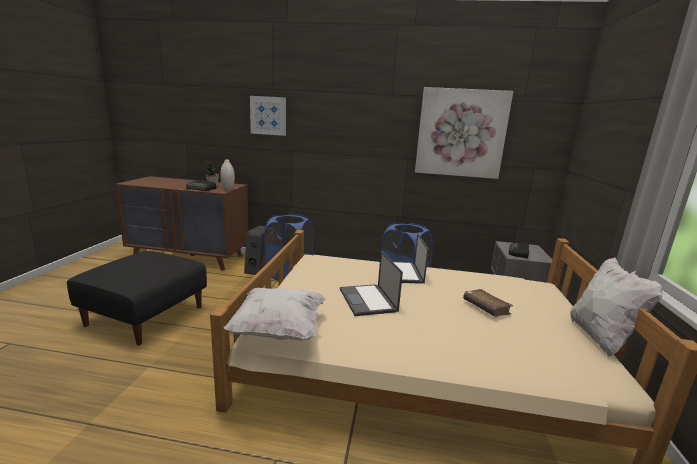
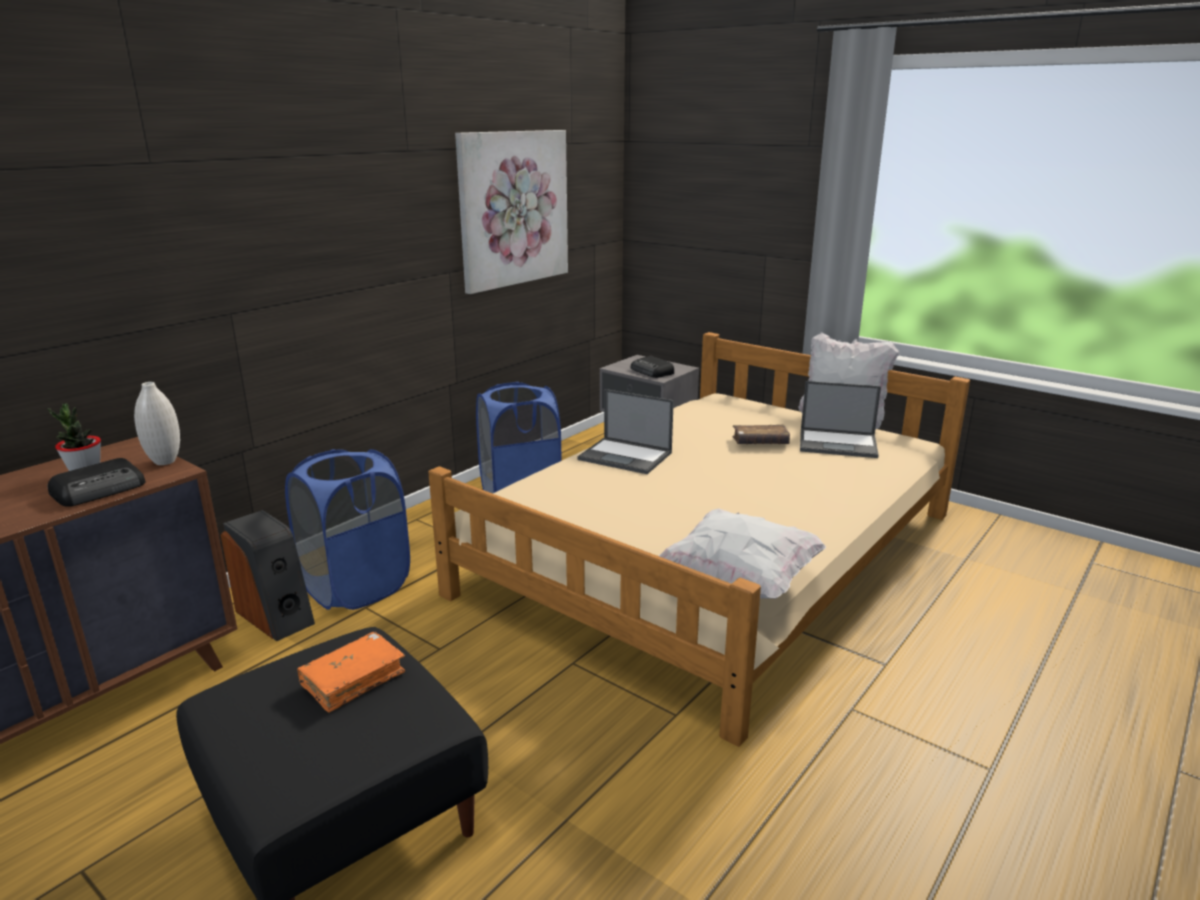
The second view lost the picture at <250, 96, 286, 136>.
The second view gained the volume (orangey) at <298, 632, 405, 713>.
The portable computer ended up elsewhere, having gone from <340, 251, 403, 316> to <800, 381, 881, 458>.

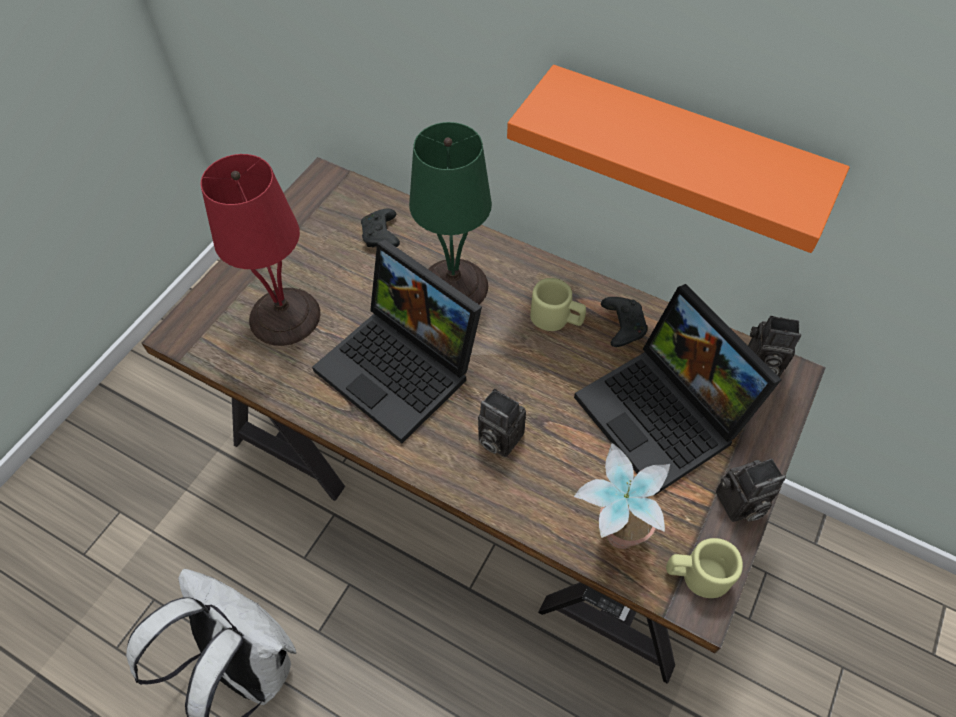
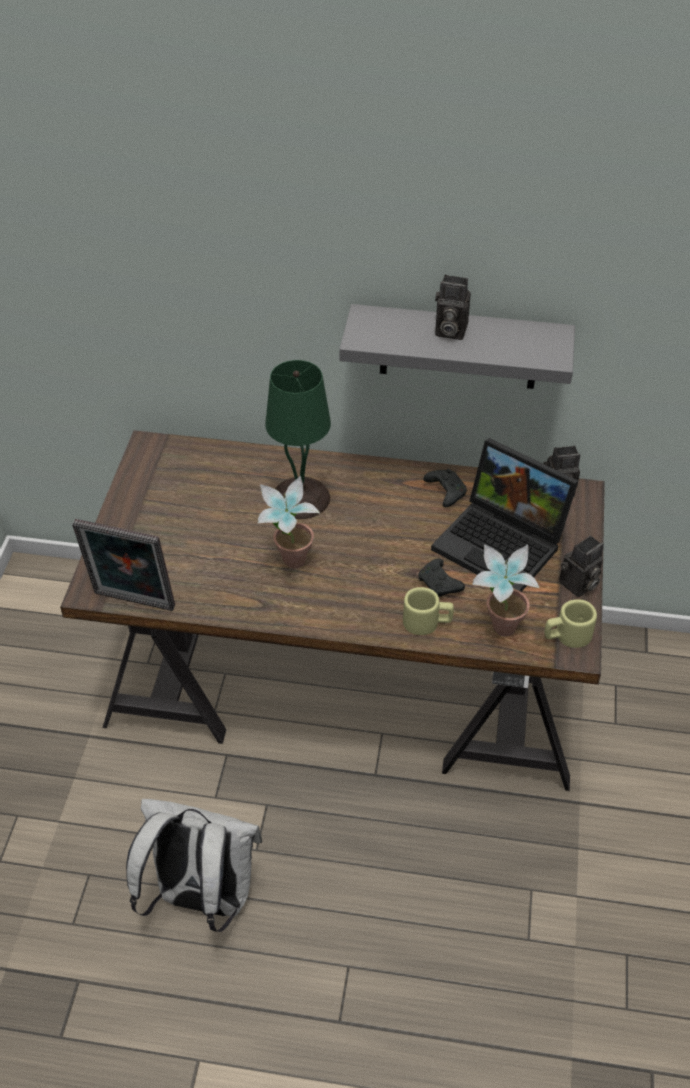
The second view lost the lamp for a table (red-coloured) at <201, 154, 320, 346>.
The second view gained the standing frame at <72, 519, 175, 611>.
The game controller (blackish) ended up elsewhere, having gone from <361, 209, 400, 247> to <418, 558, 465, 597>.
The photo camera ended up elsewhere, having gone from <478, 388, 526, 457> to <435, 275, 471, 340>.
The coffee mug (beige-coloured) ended up elsewhere, having gone from <530, 278, 586, 331> to <403, 587, 454, 635>.
Where the portable computer stood at <312, 239, 482, 443>, the plant in a pot came to stand at <258, 476, 320, 569>.
What was the shelf (orangey) at <507, 65, 850, 253> turned into the shelf (gray) at <339, 304, 575, 389>.

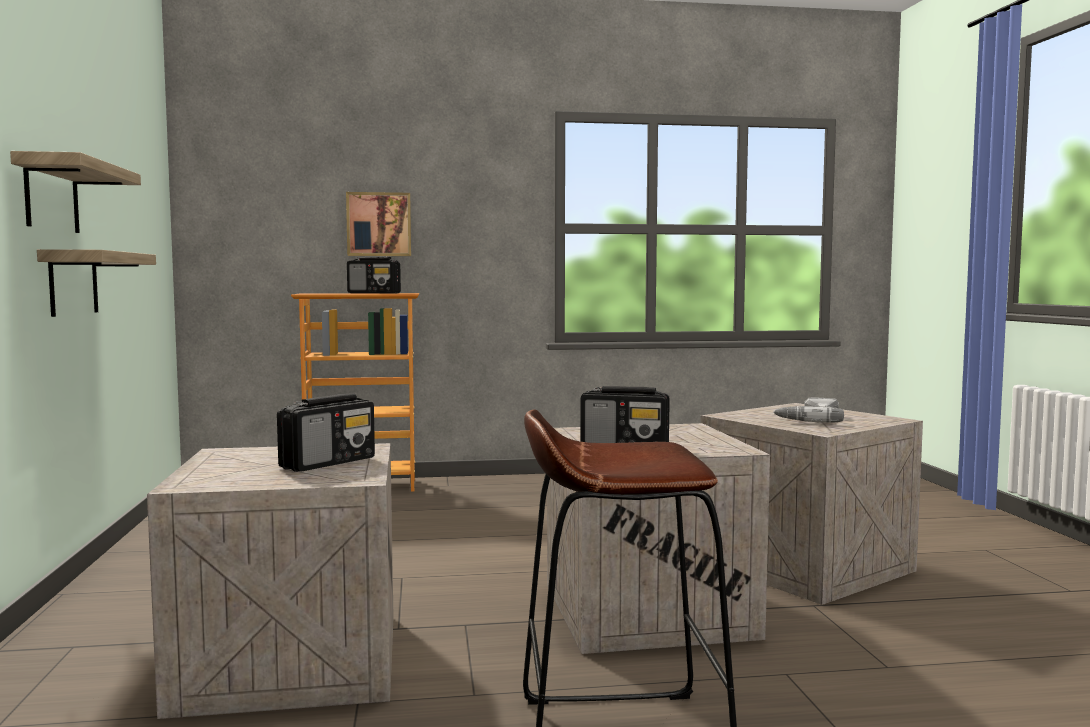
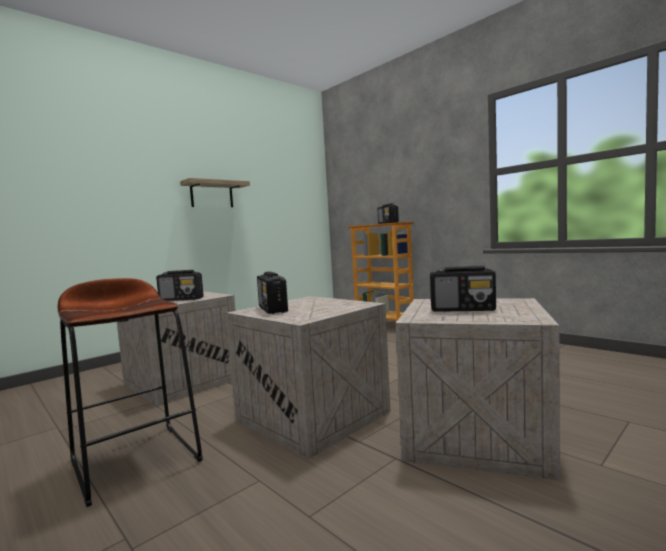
The second view lost the shelf at <37, 249, 156, 317>.
The second view lost the picture at <346, 192, 411, 256>.
Where the electric drill stood at <773, 397, 844, 423>, the radio came to stand at <430, 266, 496, 312>.

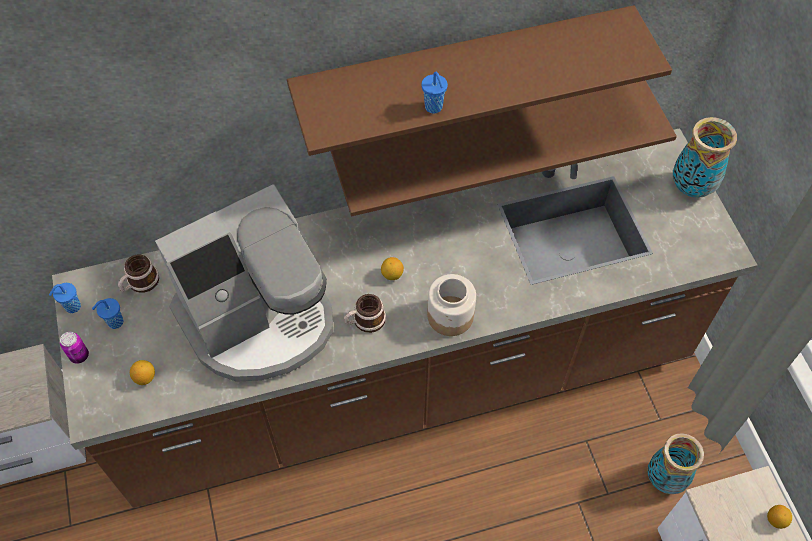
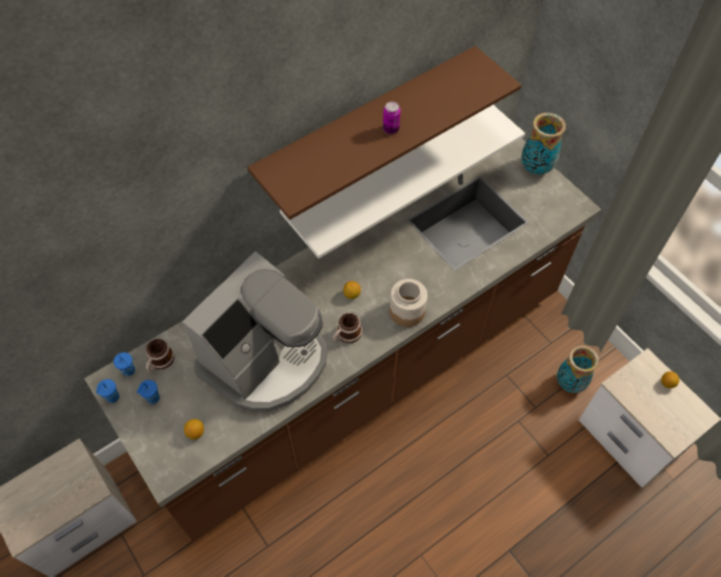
The can ended up elsewhere, having gone from <60, 332, 89, 364> to <383, 102, 401, 134>.
The drinking cup (blue) ended up elsewhere, having gone from <422, 72, 448, 113> to <113, 352, 135, 376>.
What was the shelf (brown) at <331, 80, 677, 216> turned into the shelf (white) at <280, 105, 525, 259>.

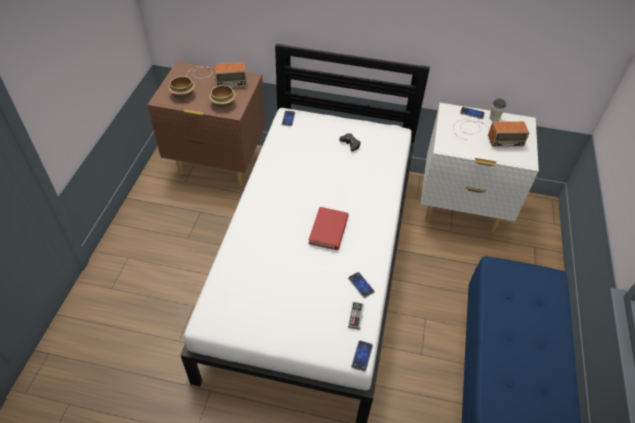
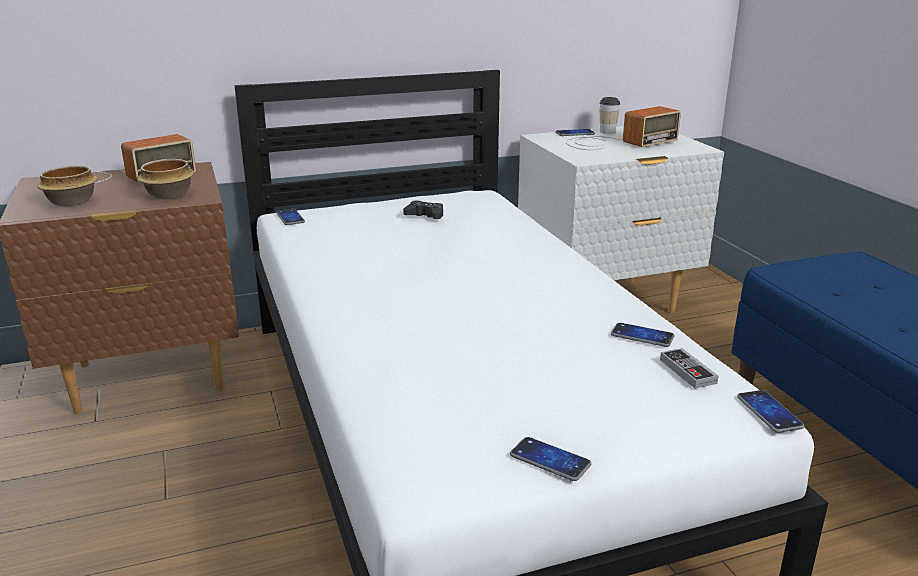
The second view lost the volume (red-coloured) at <308, 207, 349, 250>.
The second view gained the handset at <510, 437, 592, 481>.

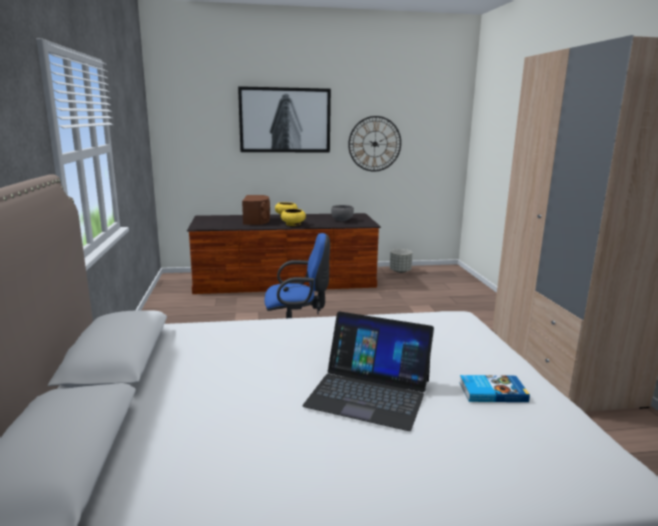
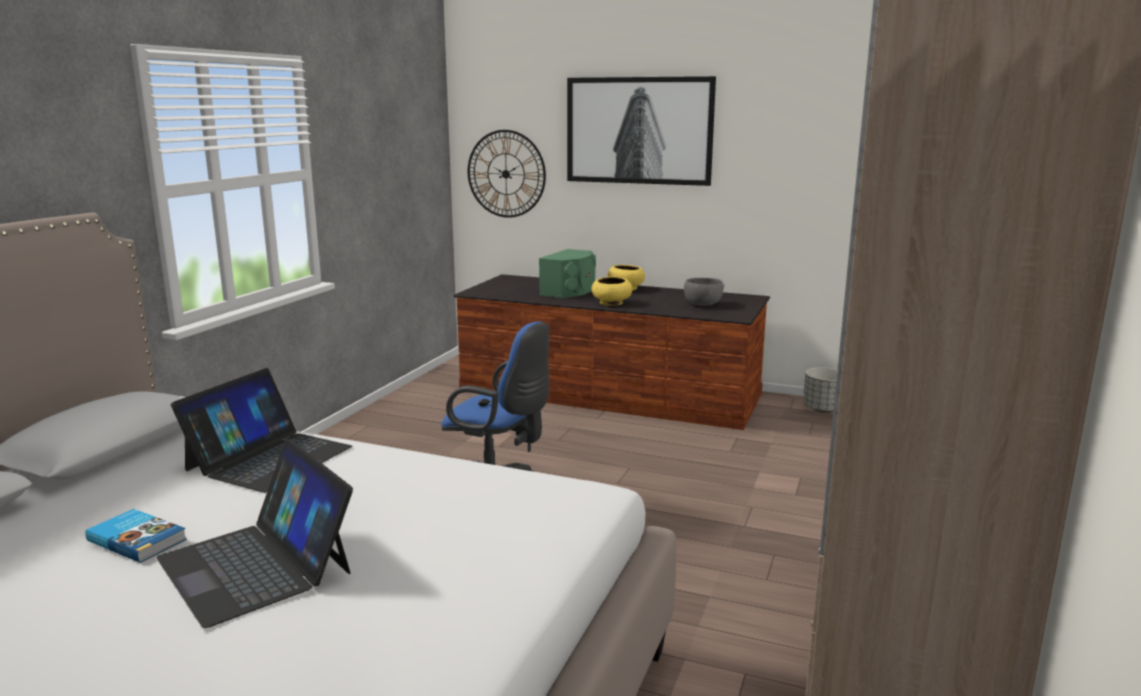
The second view gained the portable computer at <171, 368, 352, 493>.
The hanging clock ended up elsewhere, having gone from <348, 116, 401, 172> to <468, 130, 546, 218>.
The volume ended up elsewhere, having gone from <459, 375, 530, 402> to <85, 509, 187, 563>.
What was the audio speaker (brown) at <242, 195, 270, 225> turned into the audio speaker (greenish) at <539, 249, 596, 298>.

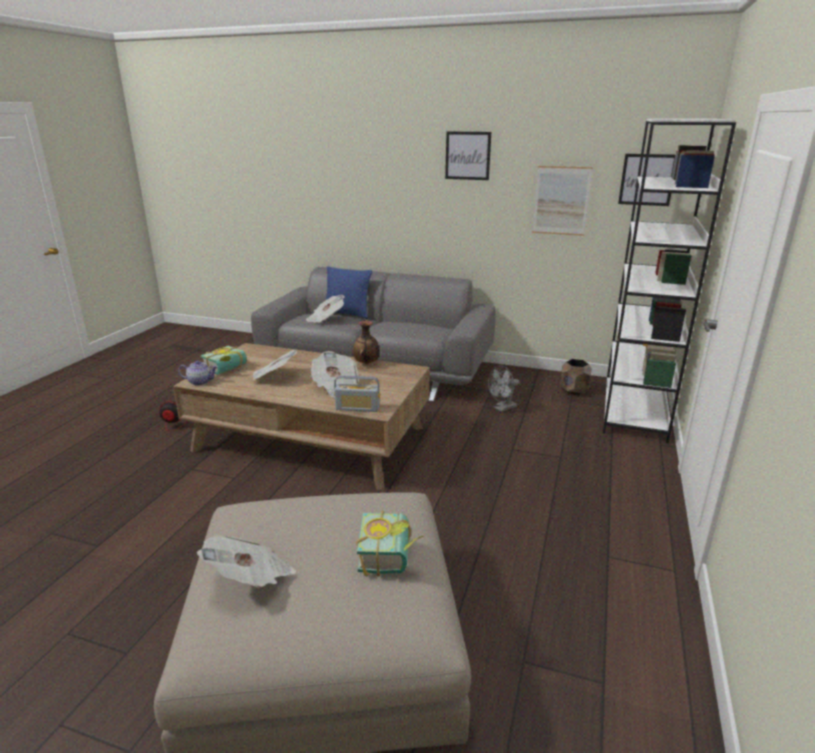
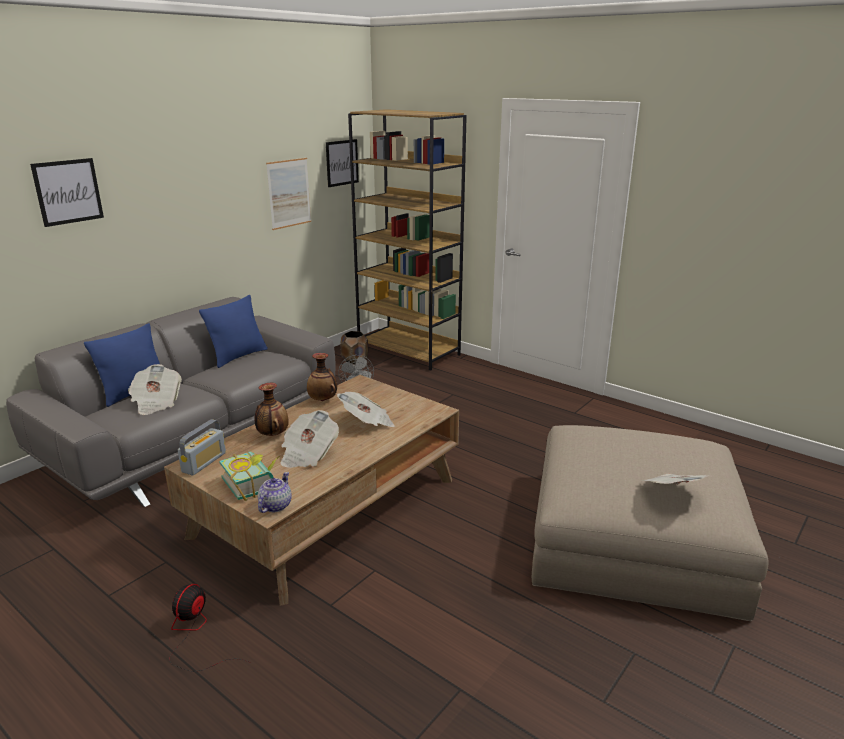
The second view lost the volume at <356, 511, 424, 577>.
The second view gained the pillow (blue) at <199, 295, 268, 368>.
The second view gained the decorative vase at <255, 383, 289, 436>.
The radio ended up elsewhere, having gone from <334, 375, 380, 412> to <178, 419, 226, 476>.
The picture ended up elsewhere, having gone from <445, 131, 491, 180> to <30, 158, 104, 227>.
What was the bookshelf (white) at <603, 119, 736, 443> turned into the bookshelf (brown) at <348, 109, 467, 371>.

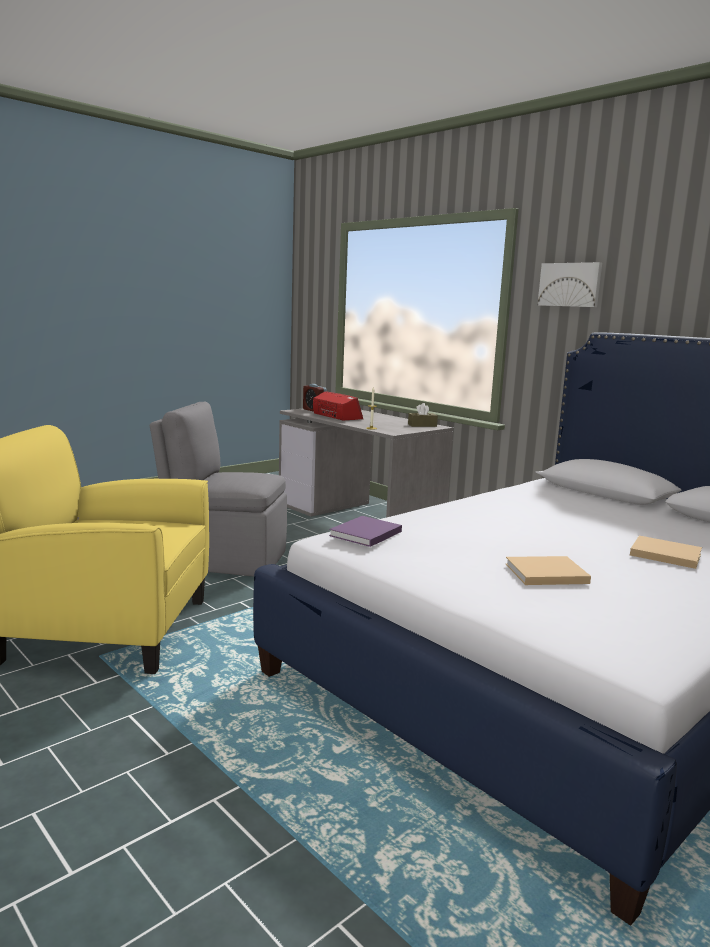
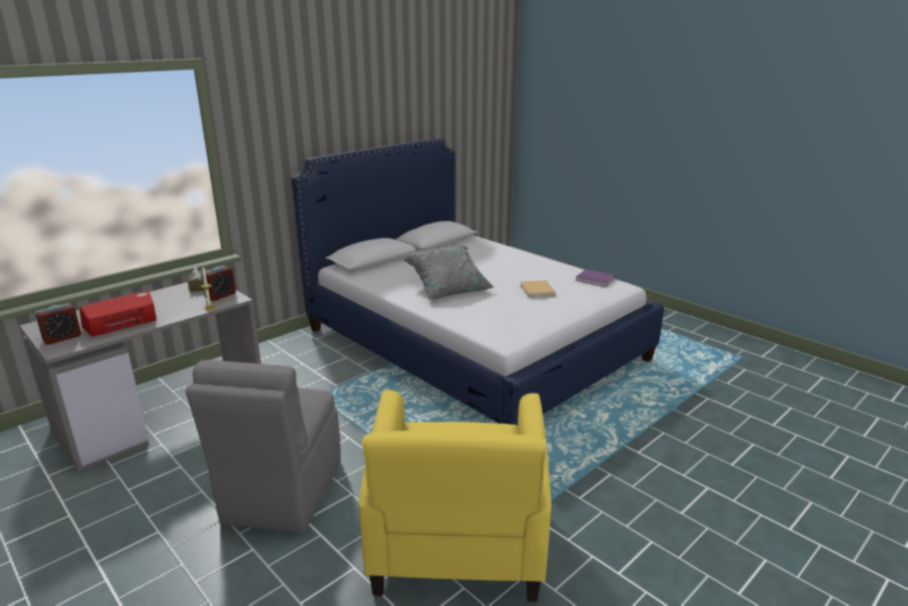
The second view lost the picture at <538, 262, 602, 307>.
The second view lost the volume (beige-coloured) at <630, 536, 702, 569>.
The second view gained the table clock at <201, 266, 236, 301>.
The second view gained the pillow (gray) at <404, 245, 494, 300>.
The volume (purplish) ended up elsewhere, having gone from <329, 516, 402, 547> to <576, 269, 616, 287>.

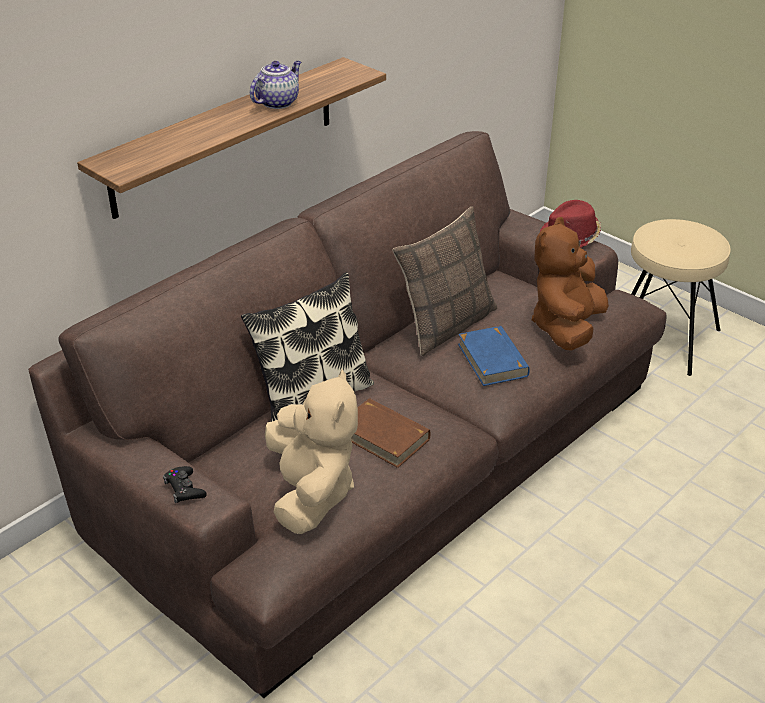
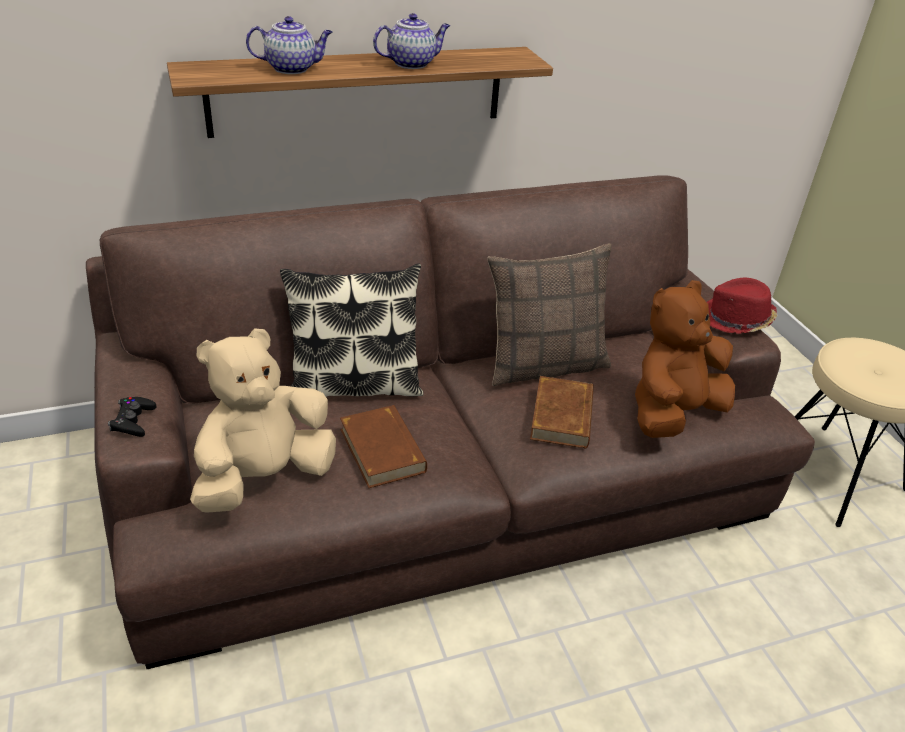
The second view gained the pot for tea at <246, 16, 333, 74>.
What was the volume (blue) at <458, 326, 530, 386> turned into the volume (brown) at <530, 376, 594, 449>.
The soft toy (beige-coloured) at <265, 369, 358, 534> ended up facing another way, 150 degrees counterclockwise from before.

